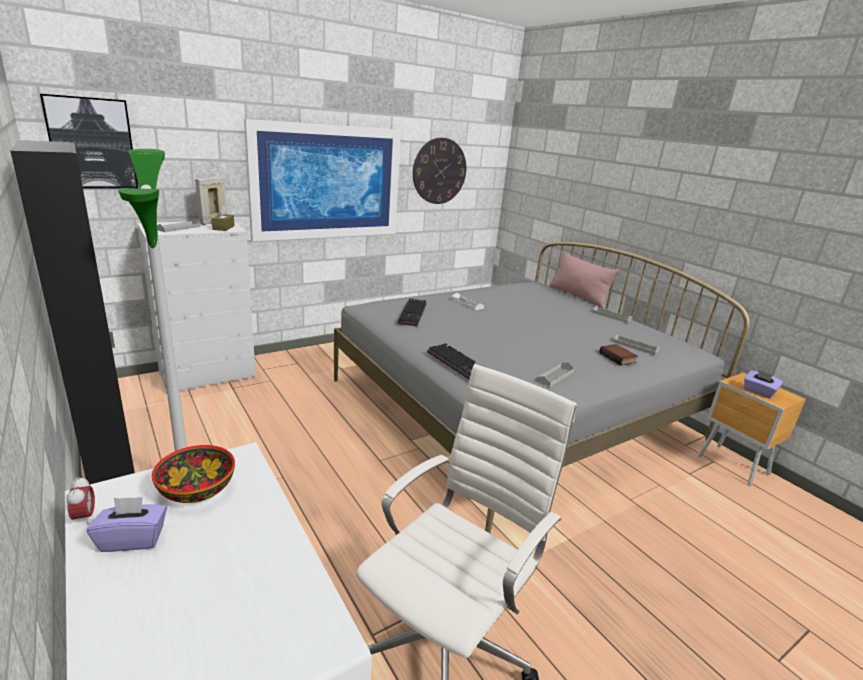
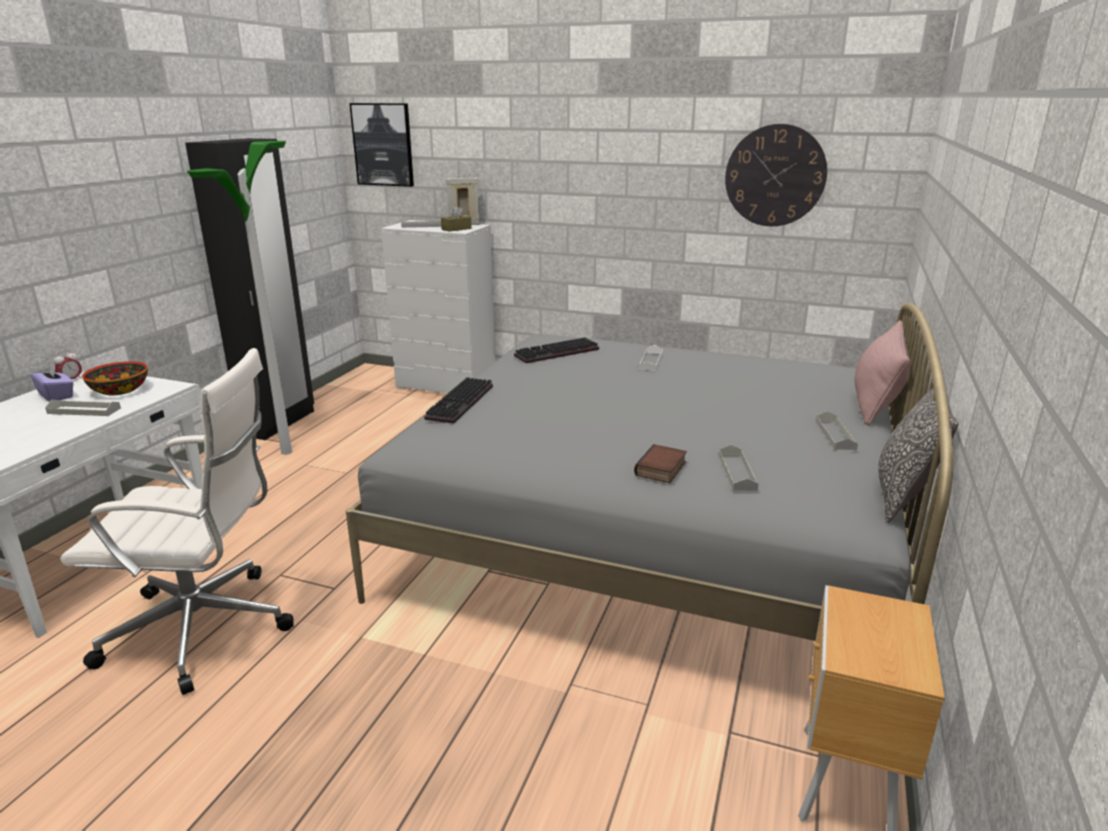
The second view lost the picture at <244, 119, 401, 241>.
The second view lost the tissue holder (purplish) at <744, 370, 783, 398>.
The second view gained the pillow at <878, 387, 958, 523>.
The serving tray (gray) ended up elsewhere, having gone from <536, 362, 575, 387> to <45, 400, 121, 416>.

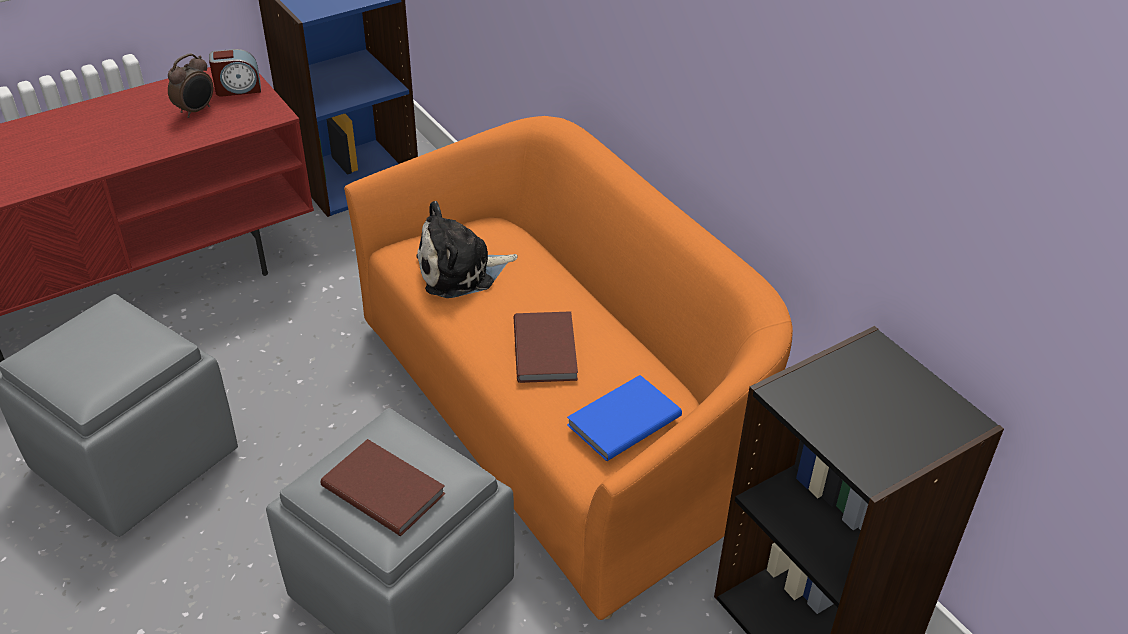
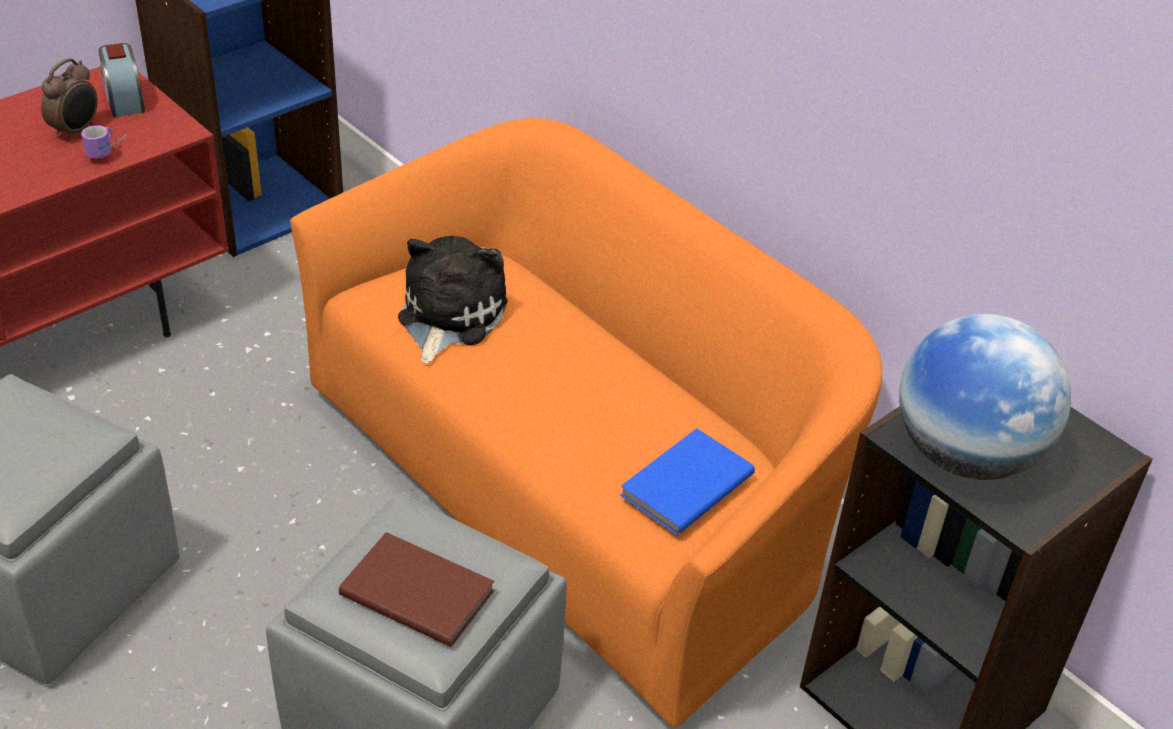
The second view lost the volume (brown) at <514, 311, 578, 383>.
The second view gained the coffee mug at <81, 125, 127, 158>.
The second view gained the desk globe at <899, 314, 1071, 480>.
The table clock at <209, 49, 261, 96> ended up facing another way, 90 degrees clockwise from before.
The soft toy at <416, 201, 518, 298> ended up facing another way, 135 degrees clockwise from before.

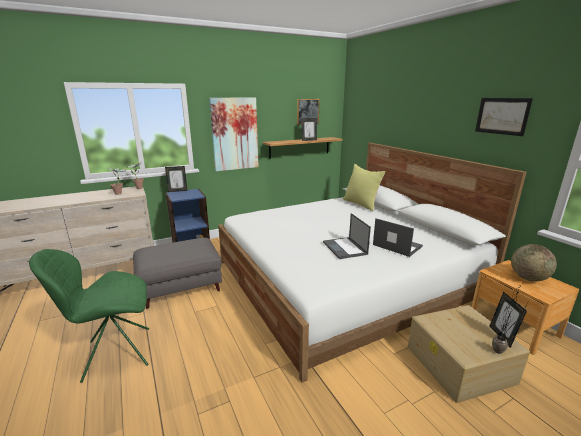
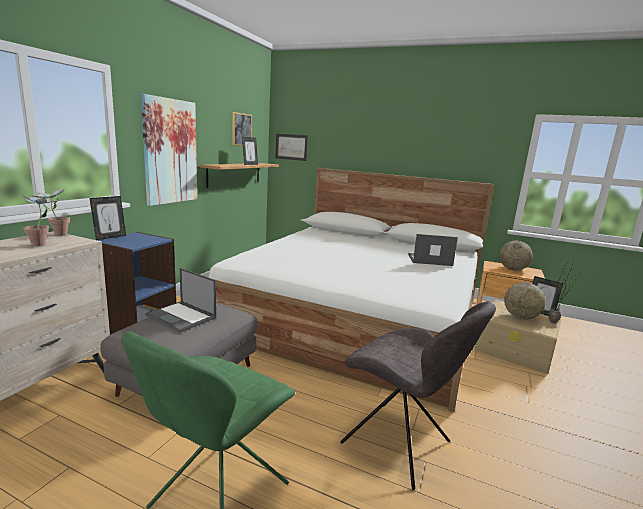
The second view lost the pillow (yellow-coloured) at <343, 164, 386, 211>.
The second view gained the upright chair (gray) at <340, 301, 496, 490>.
The second view gained the desk globe at <504, 282, 546, 319>.
The portable computer ended up elsewhere, having gone from <323, 213, 371, 259> to <145, 268, 216, 333>.
The picture ended up elsewhere, having gone from <475, 98, 533, 136> to <275, 134, 308, 161>.

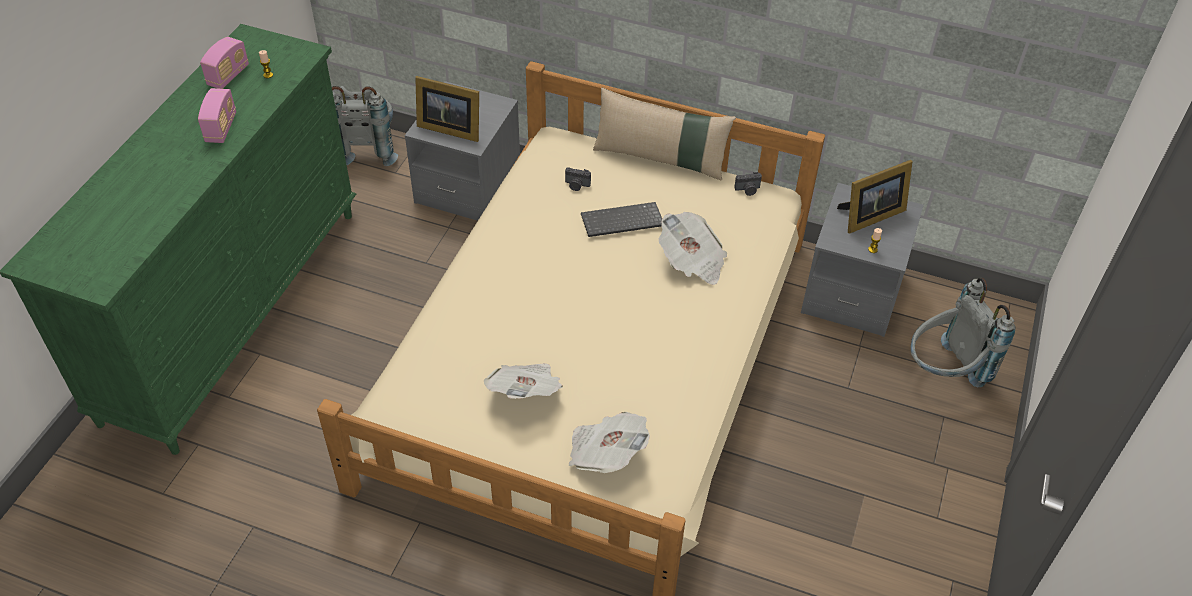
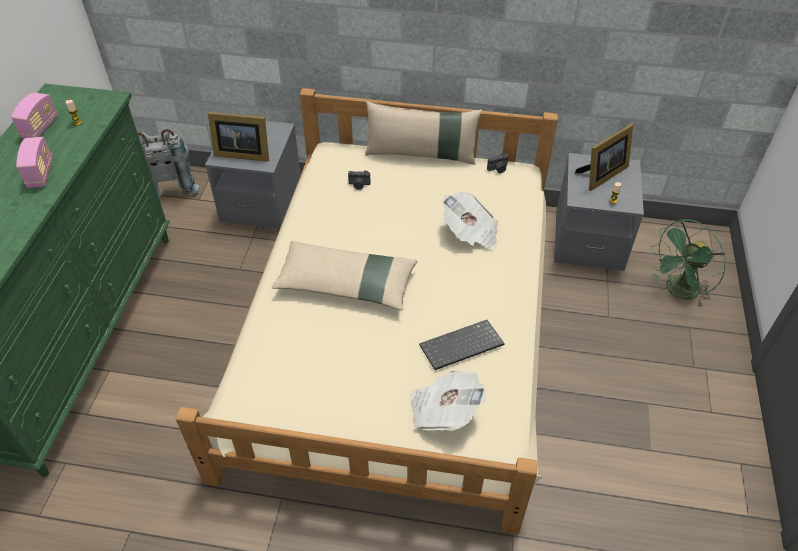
The second view lost the printed paper at <484, 363, 563, 399>.
The second view gained the pillow (beige-coloured) at <271, 241, 417, 310>.
The computer keyboard ended up elsewhere, having gone from <581, 202, 662, 237> to <419, 320, 504, 370>.
Where the rucksack (gray) stood at <910, 278, 1015, 388>, the cooling fan (greenish) came to stand at <651, 219, 726, 307>.

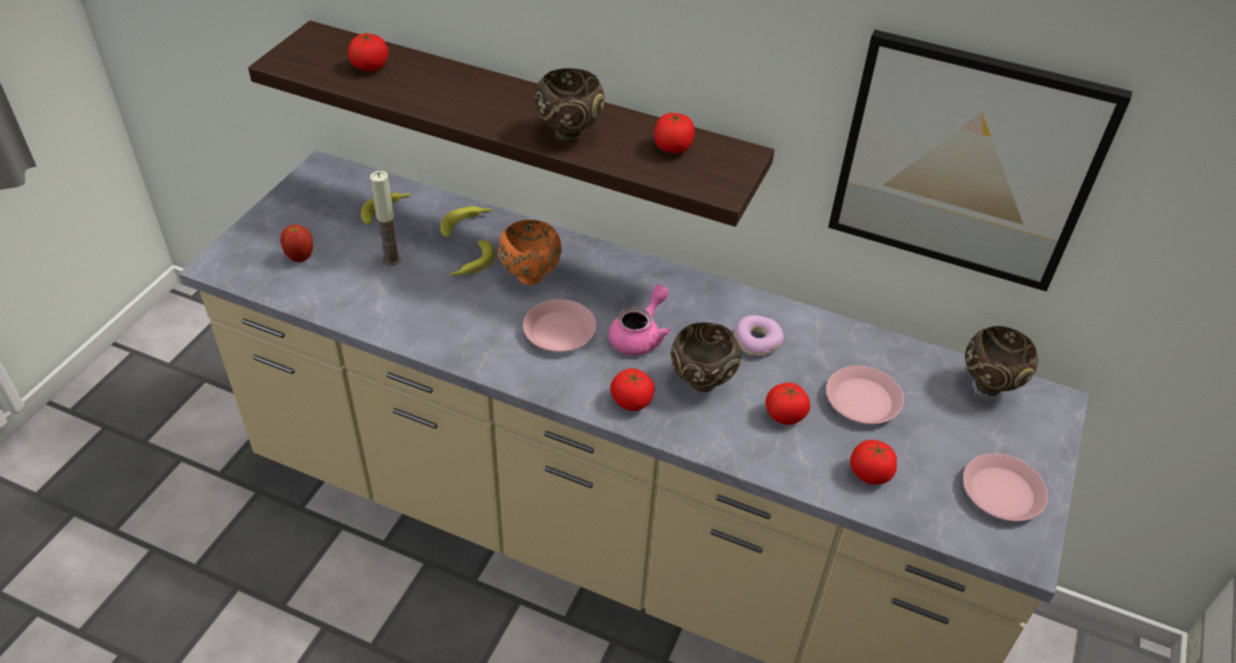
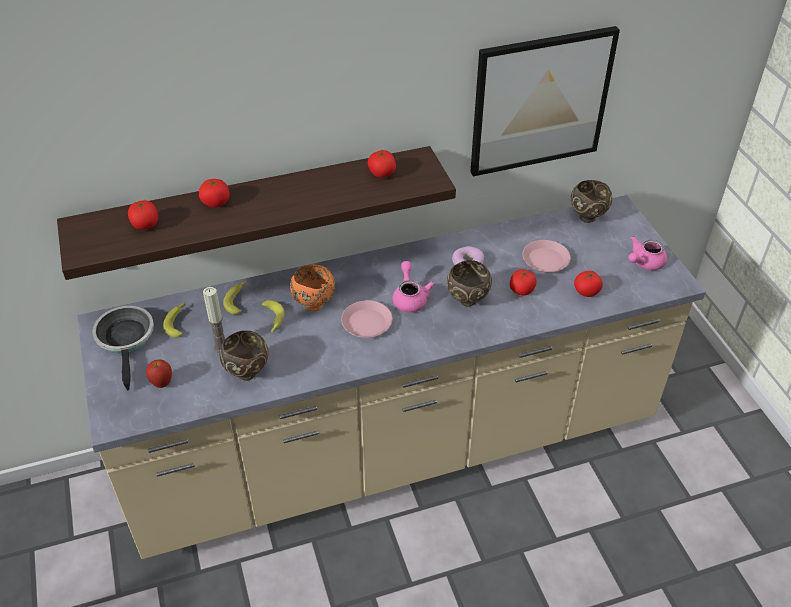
The second view gained the pan at <92, 306, 154, 390>.
The bowl (brown) ended up elsewhere, having gone from <534, 68, 605, 142> to <219, 331, 268, 381>.
The tomato ended up elsewhere, having gone from <611, 368, 655, 411> to <199, 179, 230, 207>.
Where the dinner plate (pink) stood at <963, 453, 1048, 521>, the pot for tea (pink) came to stand at <628, 236, 667, 270>.

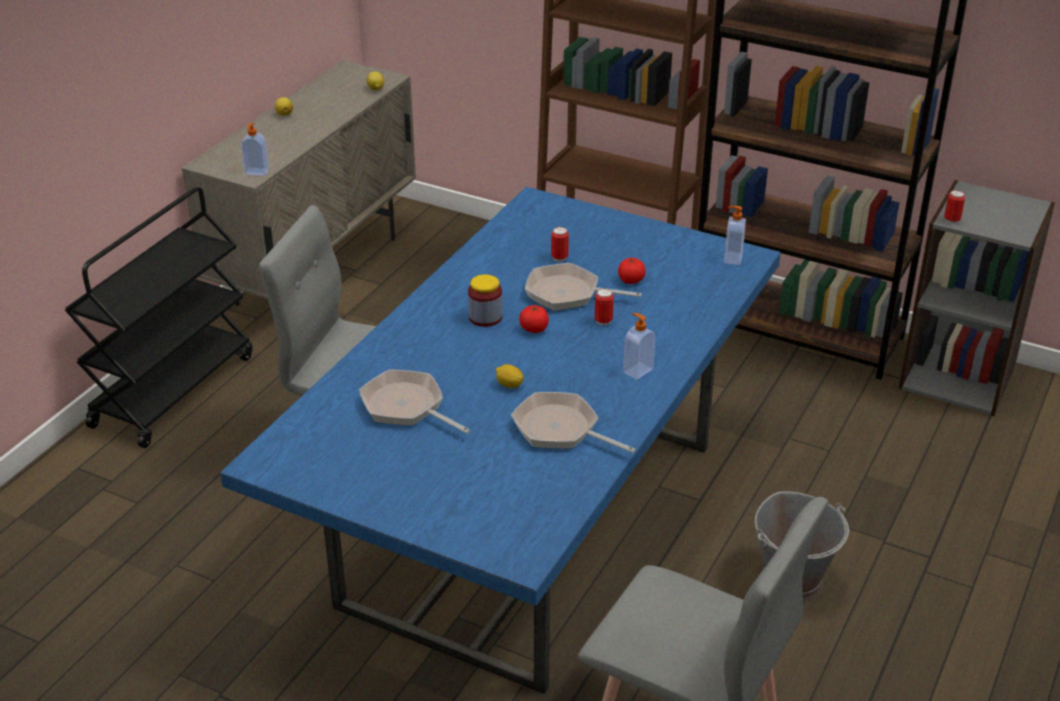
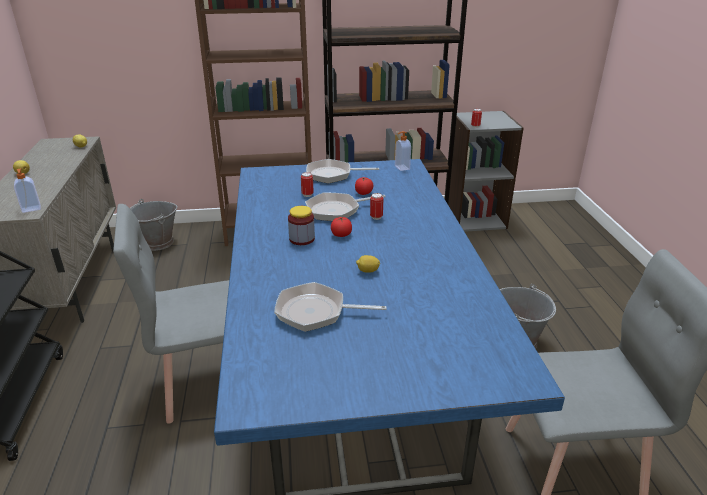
The second view lost the soap bottle at <623, 313, 655, 380>.
The second view gained the bucket (gray) at <130, 199, 178, 251>.
The pan ended up elsewhere, having gone from <511, 392, 636, 453> to <306, 159, 379, 184>.

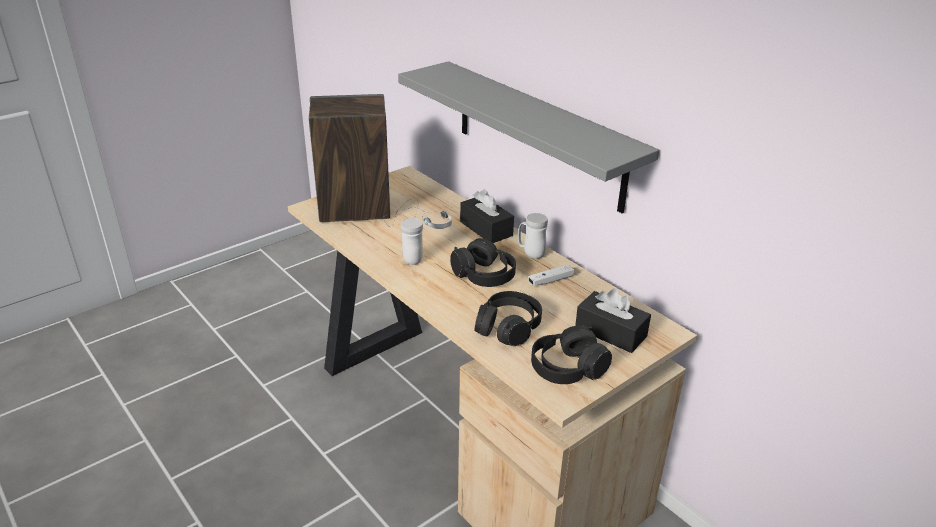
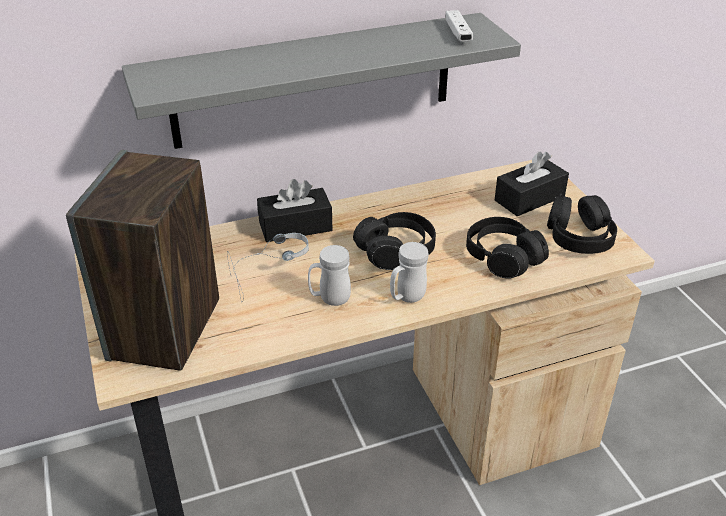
The coffee mug (white) ended up elsewhere, having gone from <518, 213, 548, 259> to <390, 242, 429, 303>.
The game controller (white) ended up elsewhere, having gone from <528, 265, 574, 286> to <445, 10, 473, 42>.

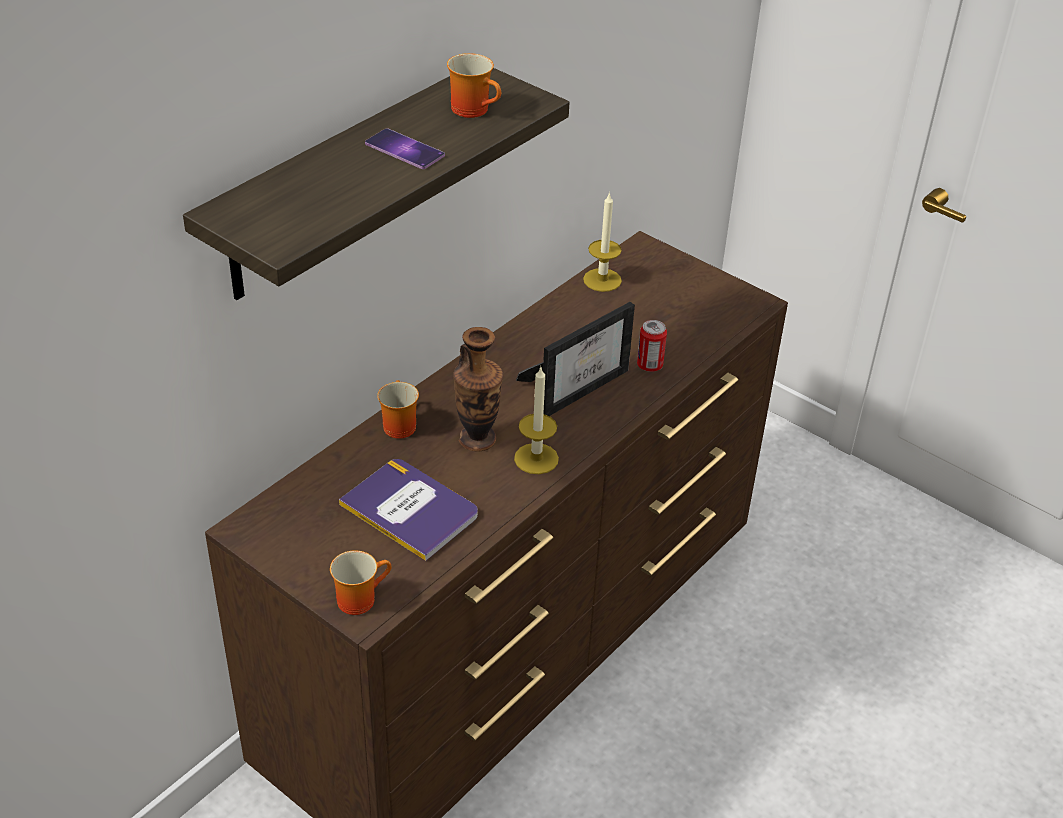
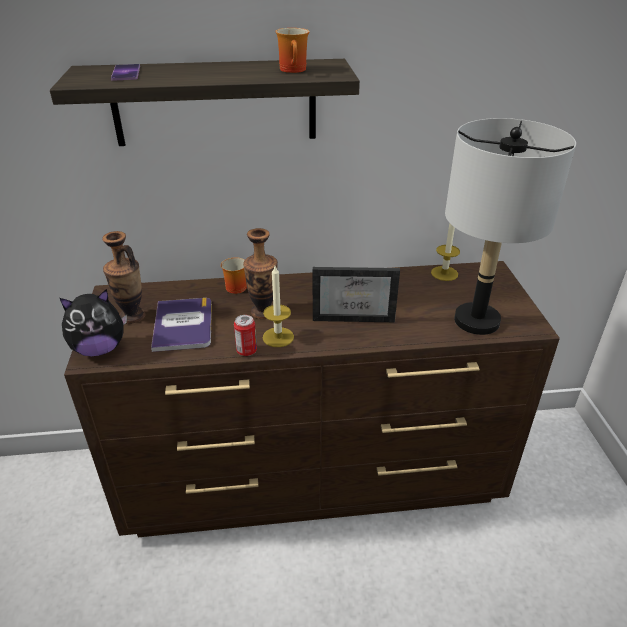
The second view gained the decorative vase at <102, 231, 146, 324>.
The second view gained the lamp for a table (gray) at <445, 118, 576, 335>.
The handset ended up elsewhere, having gone from <365, 128, 445, 169> to <111, 64, 140, 81>.
The can ended up elsewhere, having gone from <637, 320, 667, 372> to <234, 315, 257, 356>.
Where the coffee mug stood at <330, 550, 392, 615>, the soft toy came to stand at <60, 289, 127, 356>.

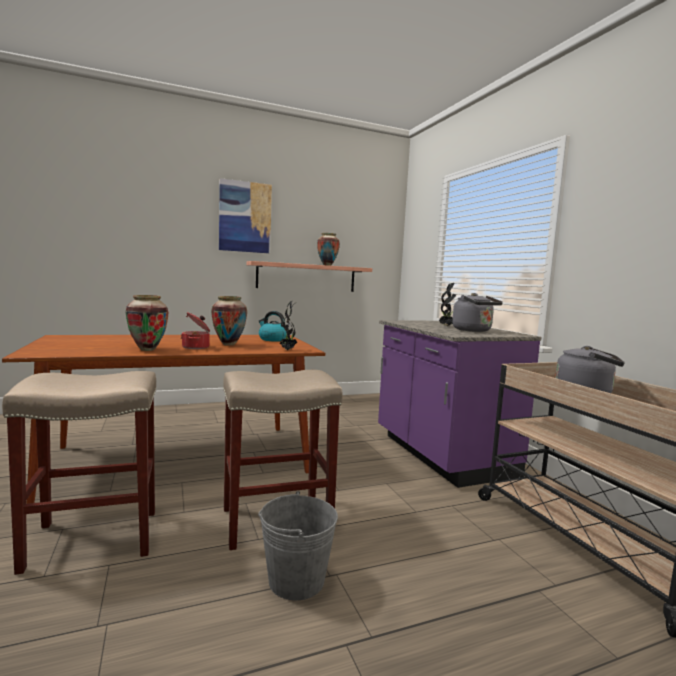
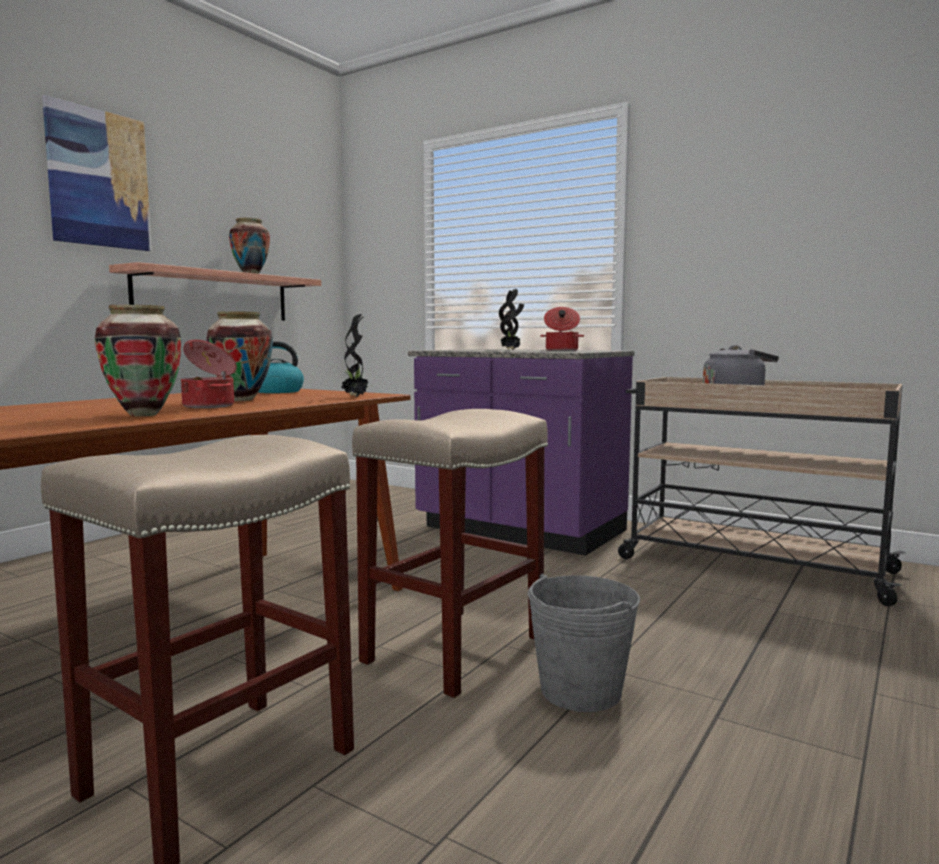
Where the water kettle (gray) stood at <452, 293, 503, 332>, the saucepot came to stand at <540, 307, 584, 351>.

